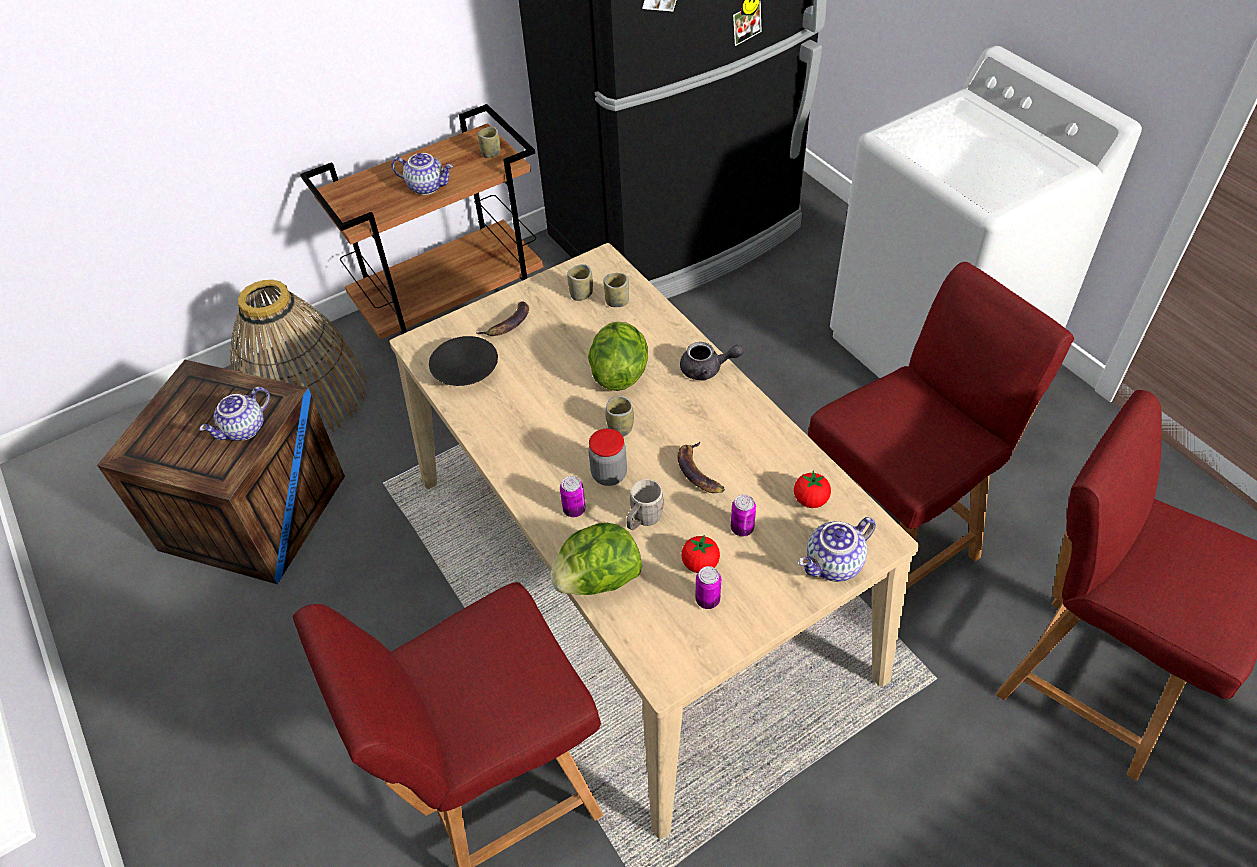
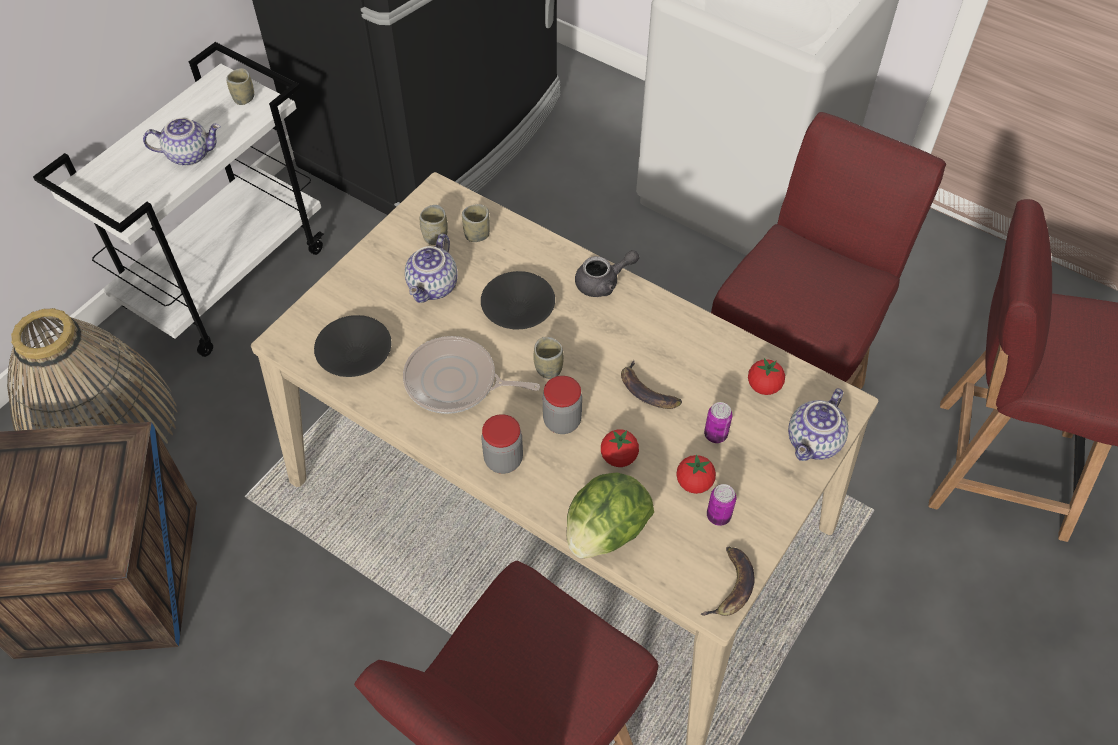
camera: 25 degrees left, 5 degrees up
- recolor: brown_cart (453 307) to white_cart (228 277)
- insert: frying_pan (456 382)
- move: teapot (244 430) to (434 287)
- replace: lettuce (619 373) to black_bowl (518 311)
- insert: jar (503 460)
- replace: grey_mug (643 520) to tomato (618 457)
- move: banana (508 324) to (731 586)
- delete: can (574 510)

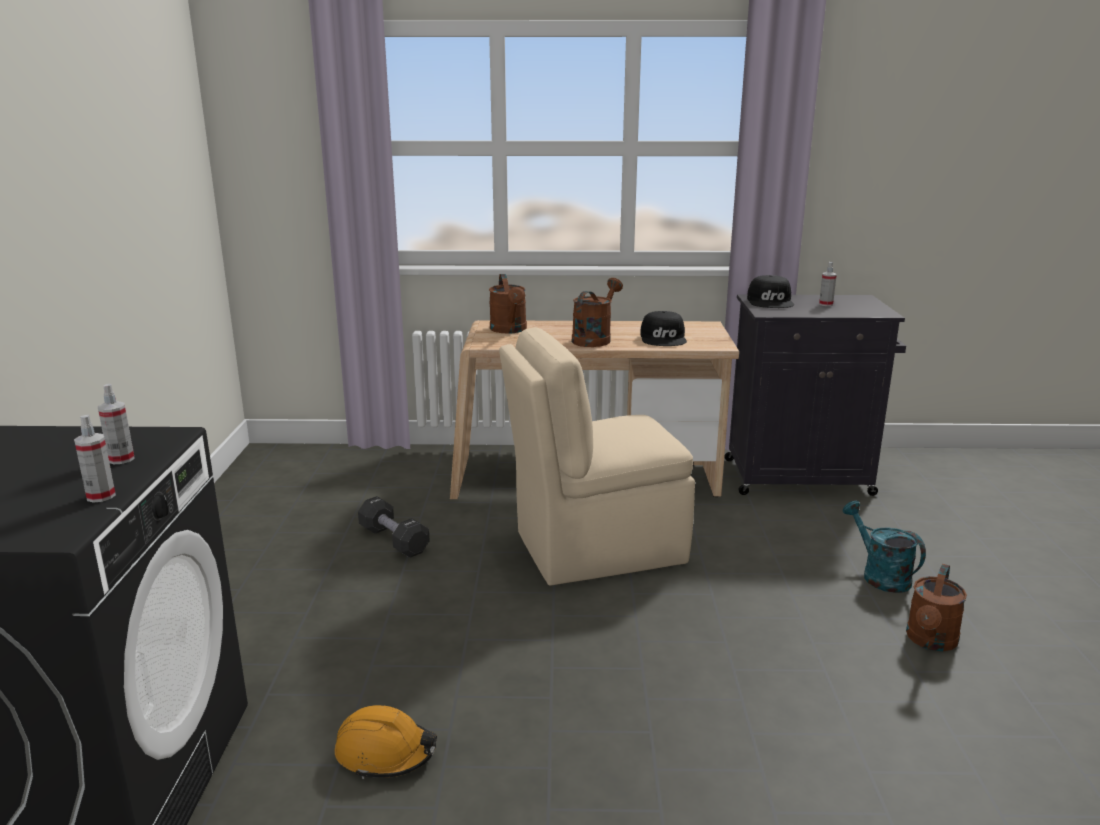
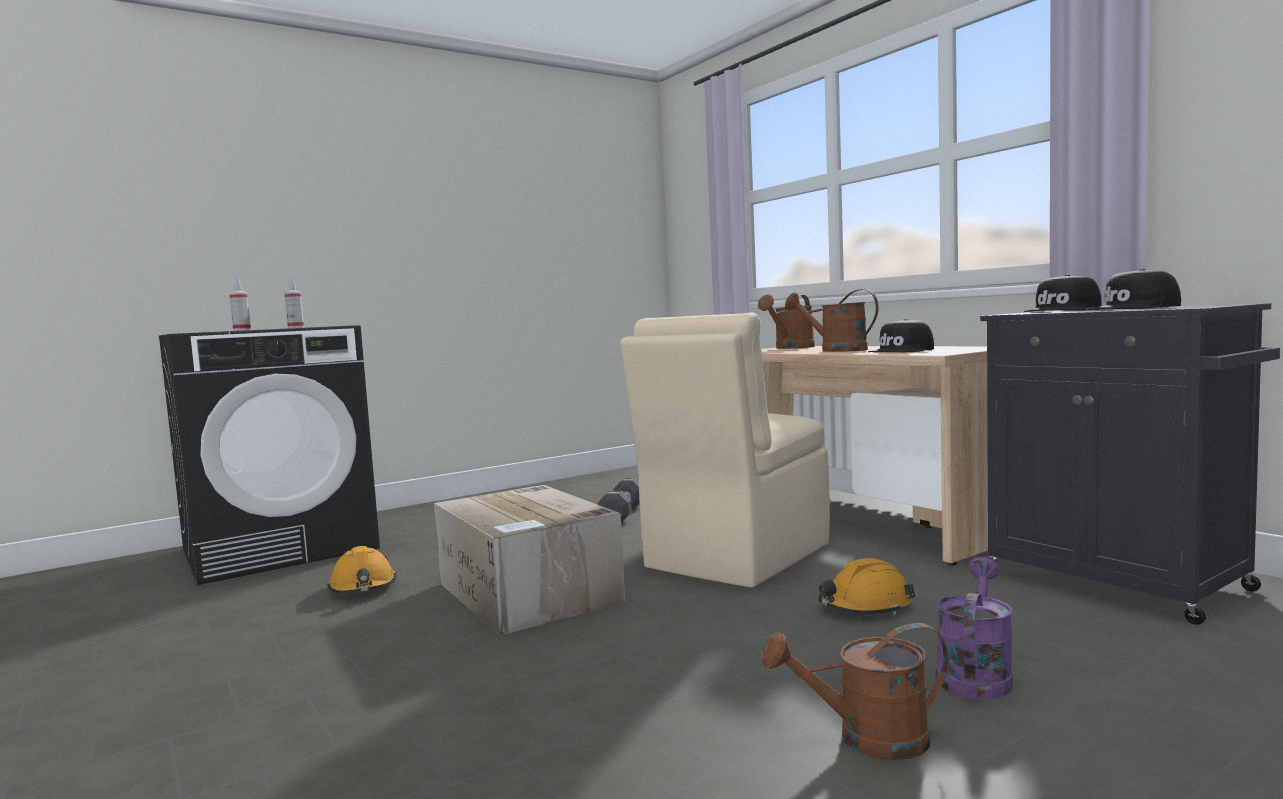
camera: 55 degrees right, 15 degrees down
- insert: cardboard_box (529 593)
- rotate: beige_chair (595 548) = (735 557) 90 degrees counterclockwise
- rotate: brown_watering_can (594 339) = (835 350) 135 degrees counterclockwise
- insert: orange_hard_hat (865 606)
- recolor: turquoise_watering_can (879 575) to purple_watering_can (974 674)
- replace: spray_bottle (825 304) to black_cap (1133 308)

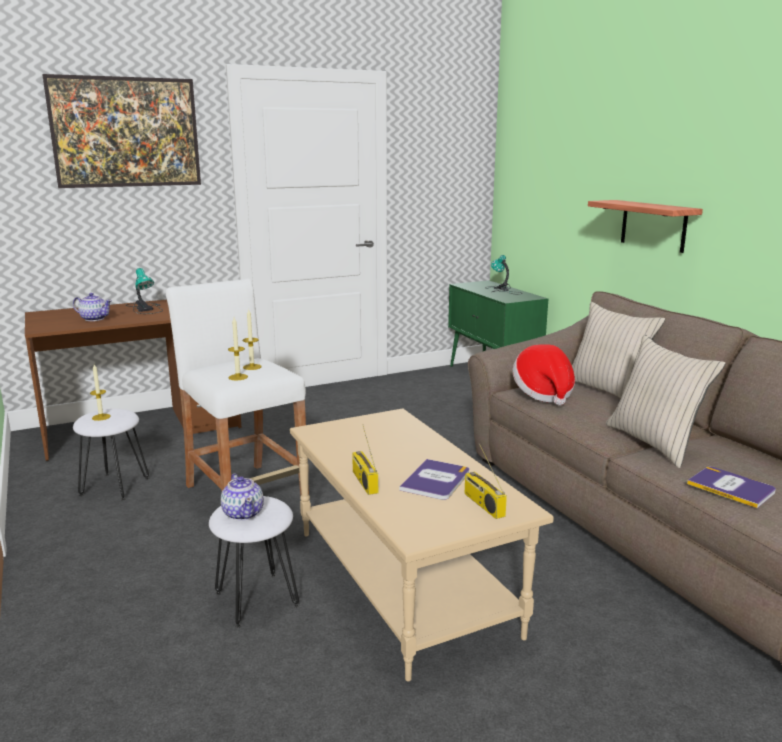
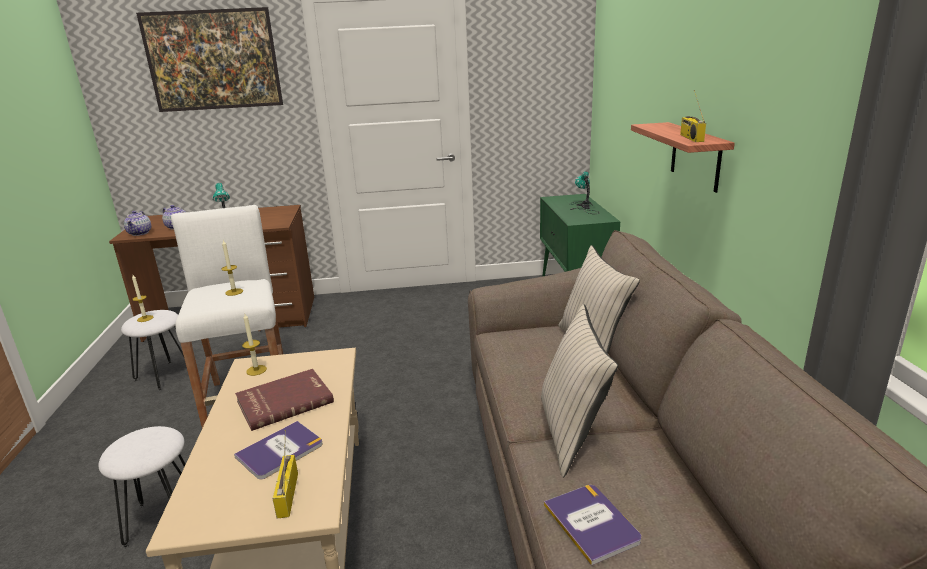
camera: 20 degrees right, 5 degrees up
- move: teapot (243 513) to (140 233)
- insert: red_book (284 401)
- move: candle (238 377) to (256 370)
- move: radio (363 481) to (690 138)
- delete: hat (543 393)

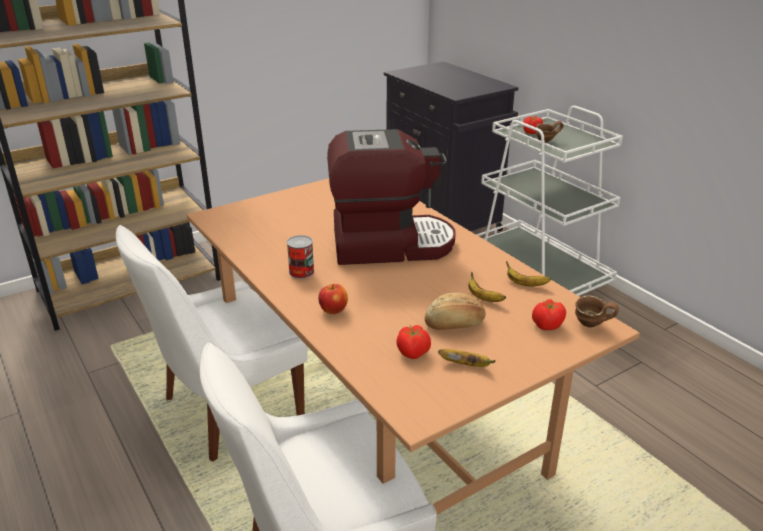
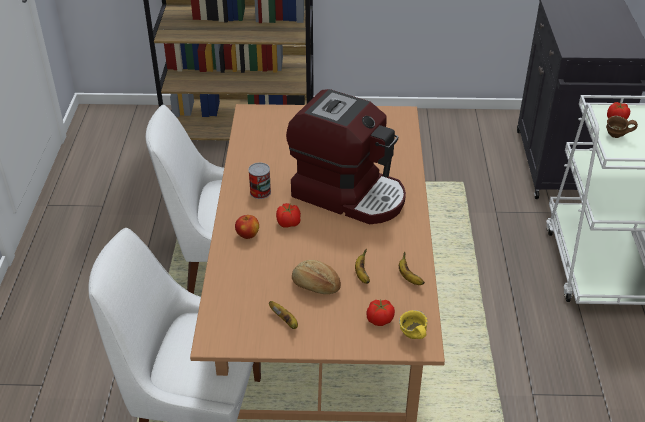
camera: 35 degrees right, 10 degrees up
- move: tomato (413 353) to (289 223)
- recolor: brown_mug (590 326) to yellow_mug (412 337)

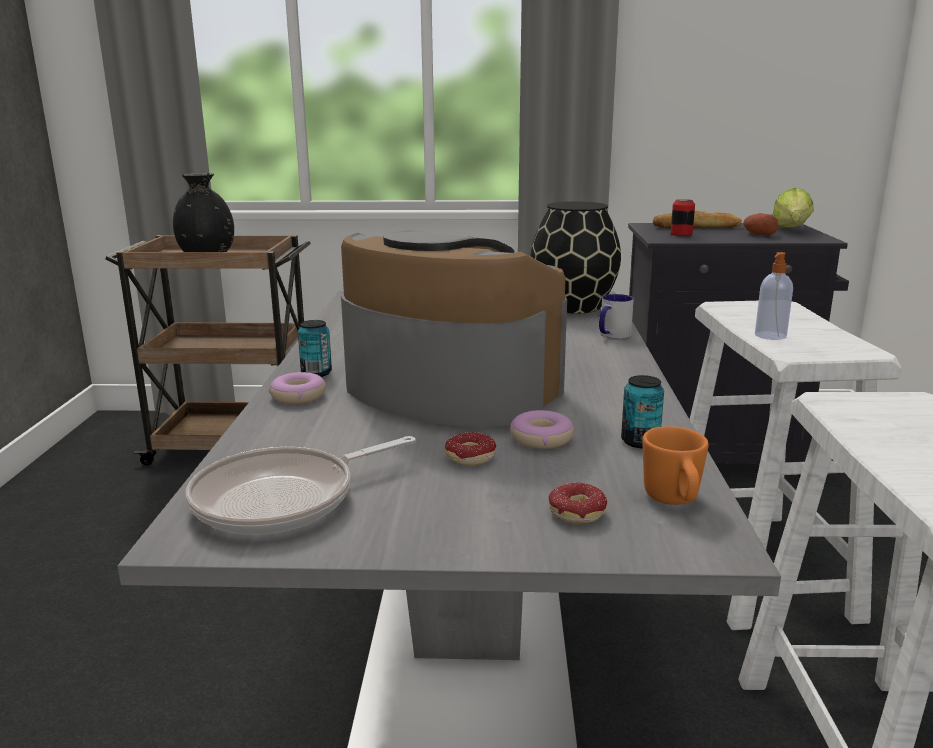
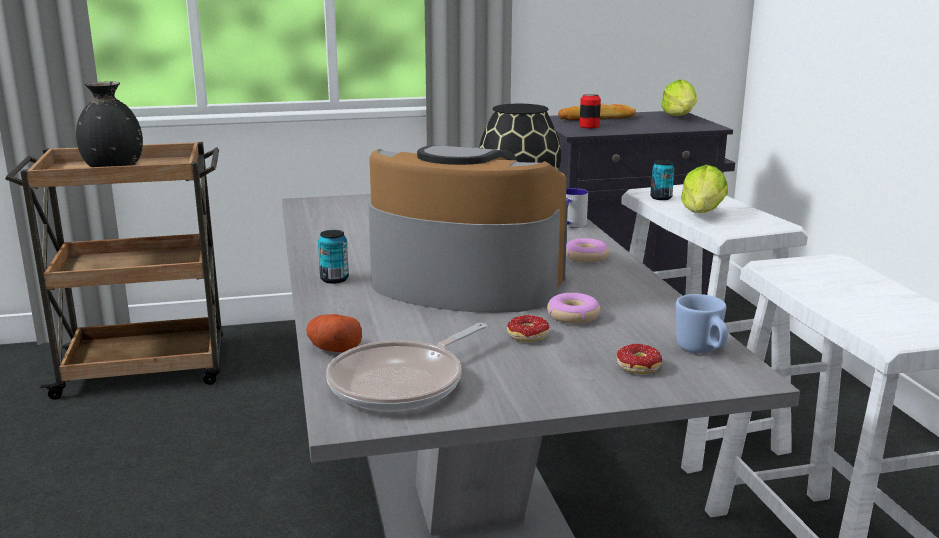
camera: 15 degrees left, 0 degrees up
- move: potato (758 234) to (333 348)
- move: donut (298 396) to (586 257)
- move: can (640 441) to (661 198)
- recolor: orange_mug (674 501) to blue_mug (702 351)
- replace: soap_dispenser (770 336) to lettuce (699 216)

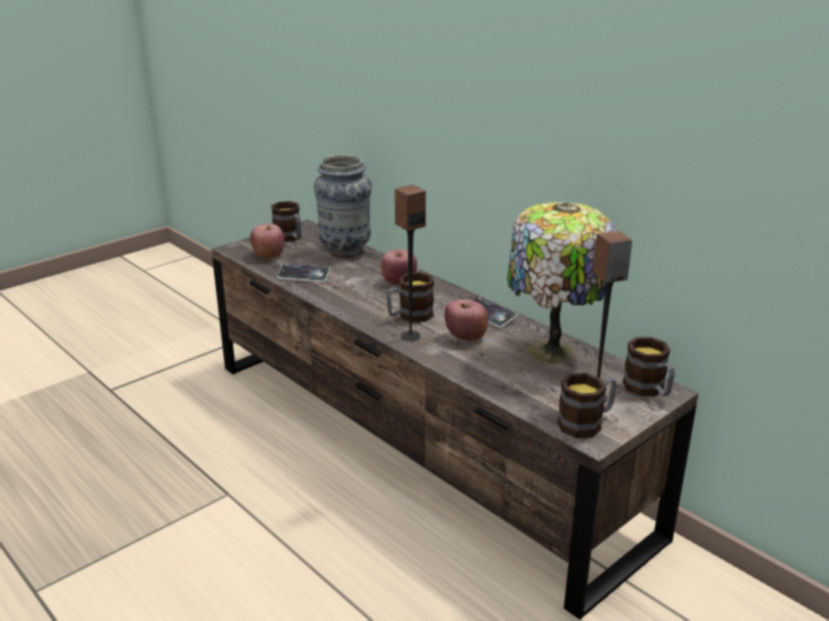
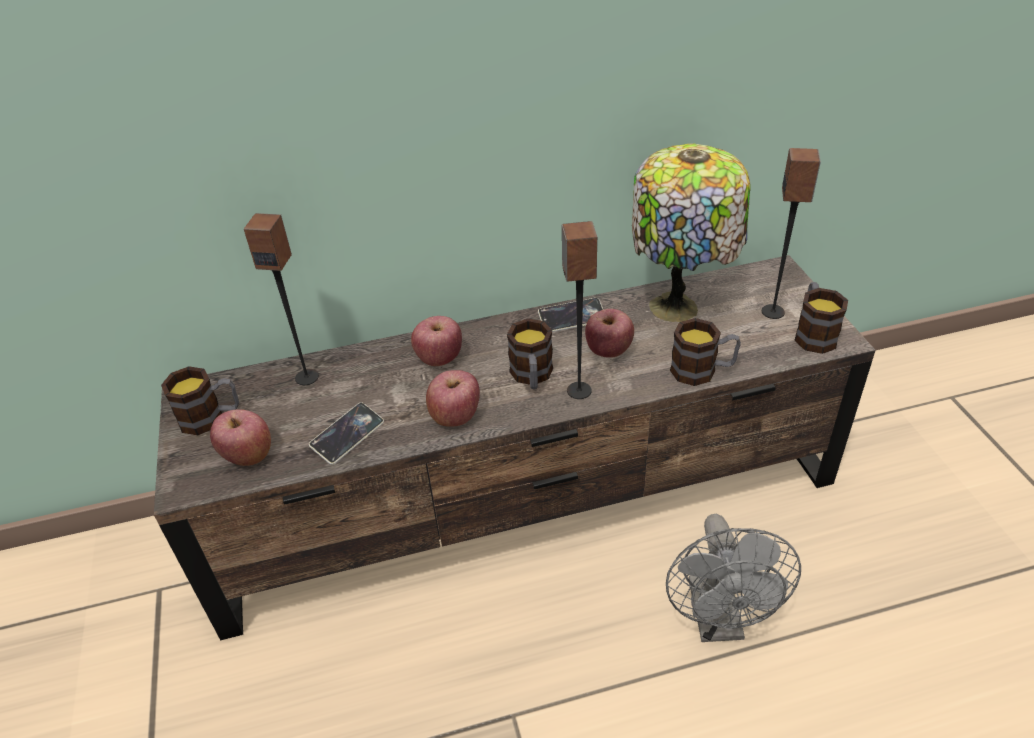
camera: 60 degrees left, 15 degrees up
- replace: vase (345 251) to speaker (307 377)
- insert: apple (455 416)
- insert: grey_fan (719 621)
- move: mug (649 390) to (702 370)

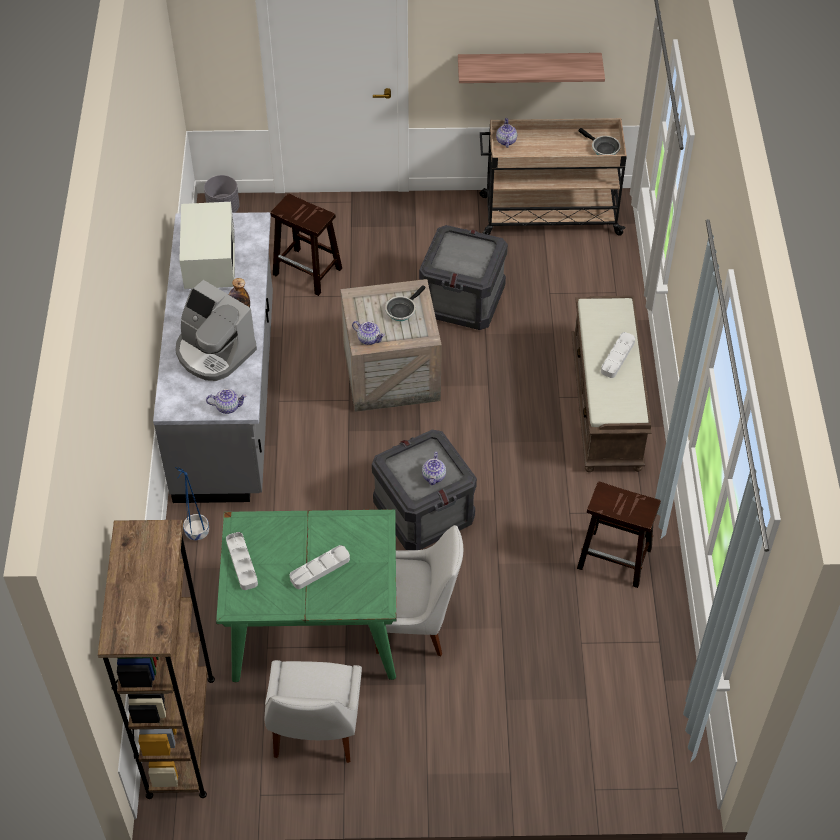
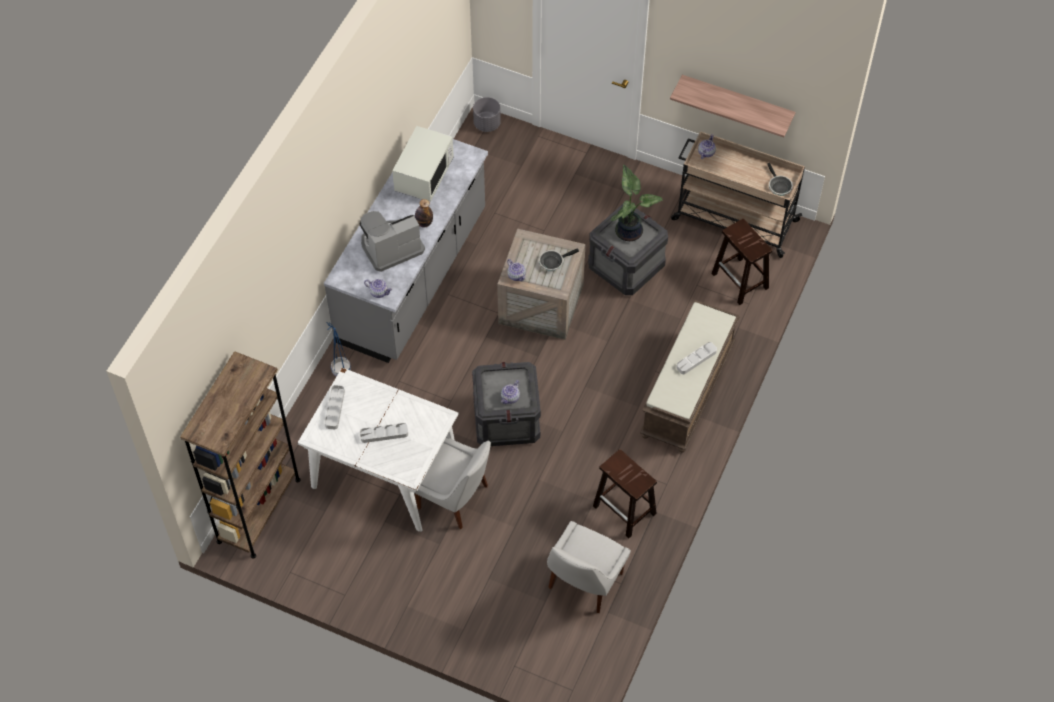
camera: 25 degrees right, 5 degrees up
- recolor: green_dining_table (313 629) to white_dining_table (384 474)
- rotate: coffee_machine (214 352) = (391 247) 90 degrees clockwise
- move: white_chair (315 733) to (584 583)
- insert: potted_plant (630 230)
- move: brown_stool (308 272) to (740 281)

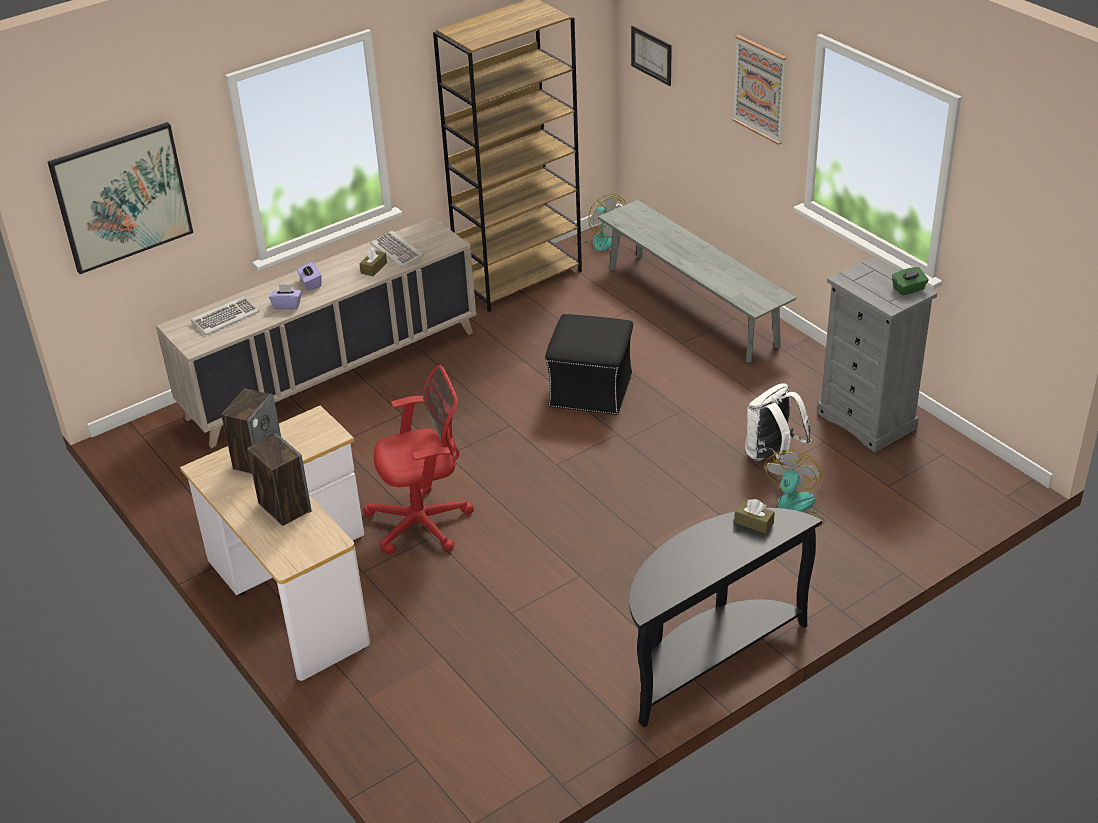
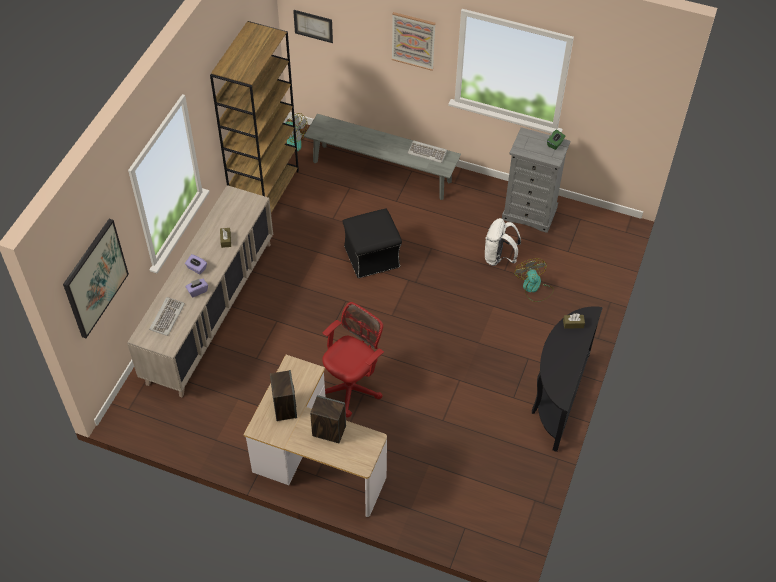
camera: 35 degrees left, 15 degrees up
- move: keyboard (397 251) to (427 152)

